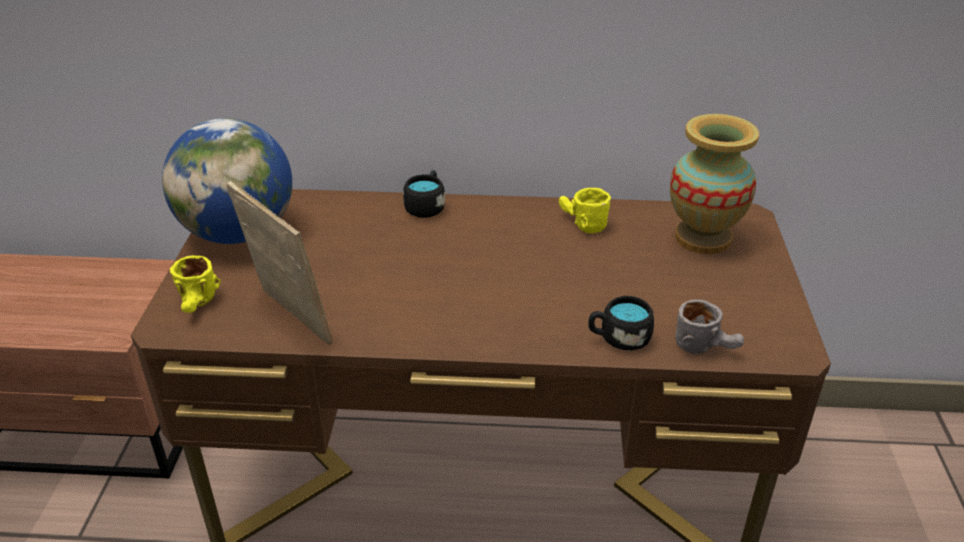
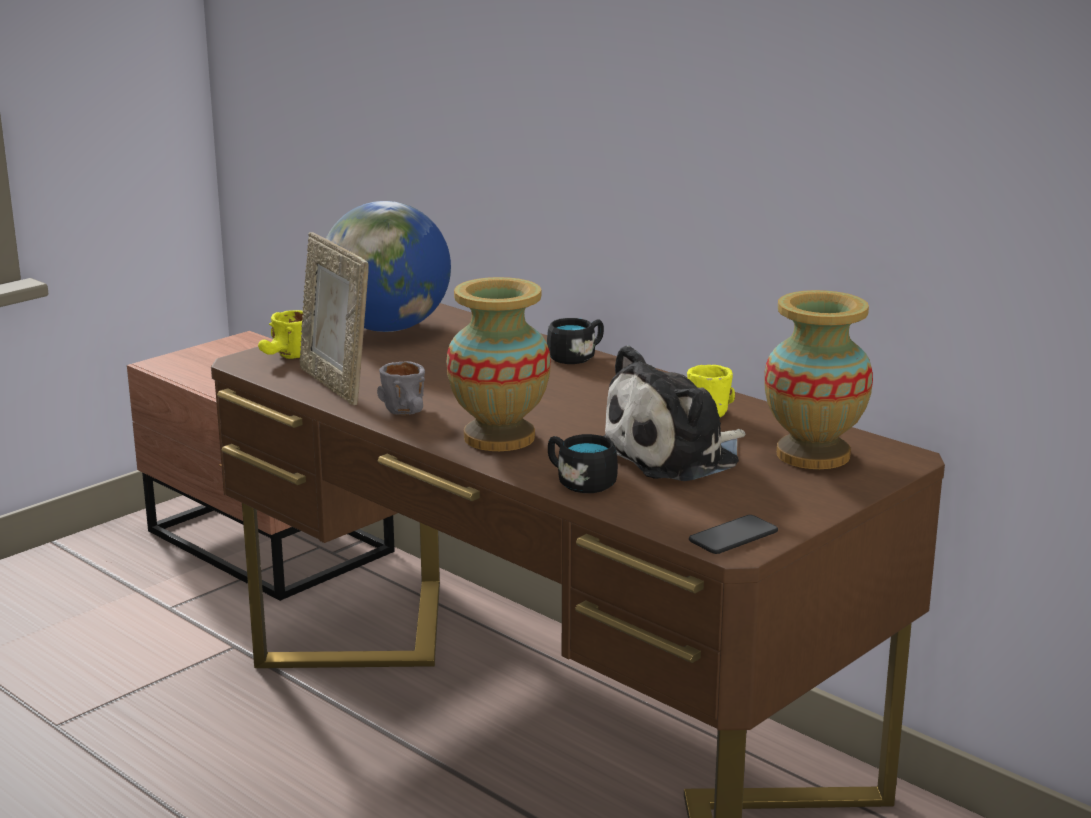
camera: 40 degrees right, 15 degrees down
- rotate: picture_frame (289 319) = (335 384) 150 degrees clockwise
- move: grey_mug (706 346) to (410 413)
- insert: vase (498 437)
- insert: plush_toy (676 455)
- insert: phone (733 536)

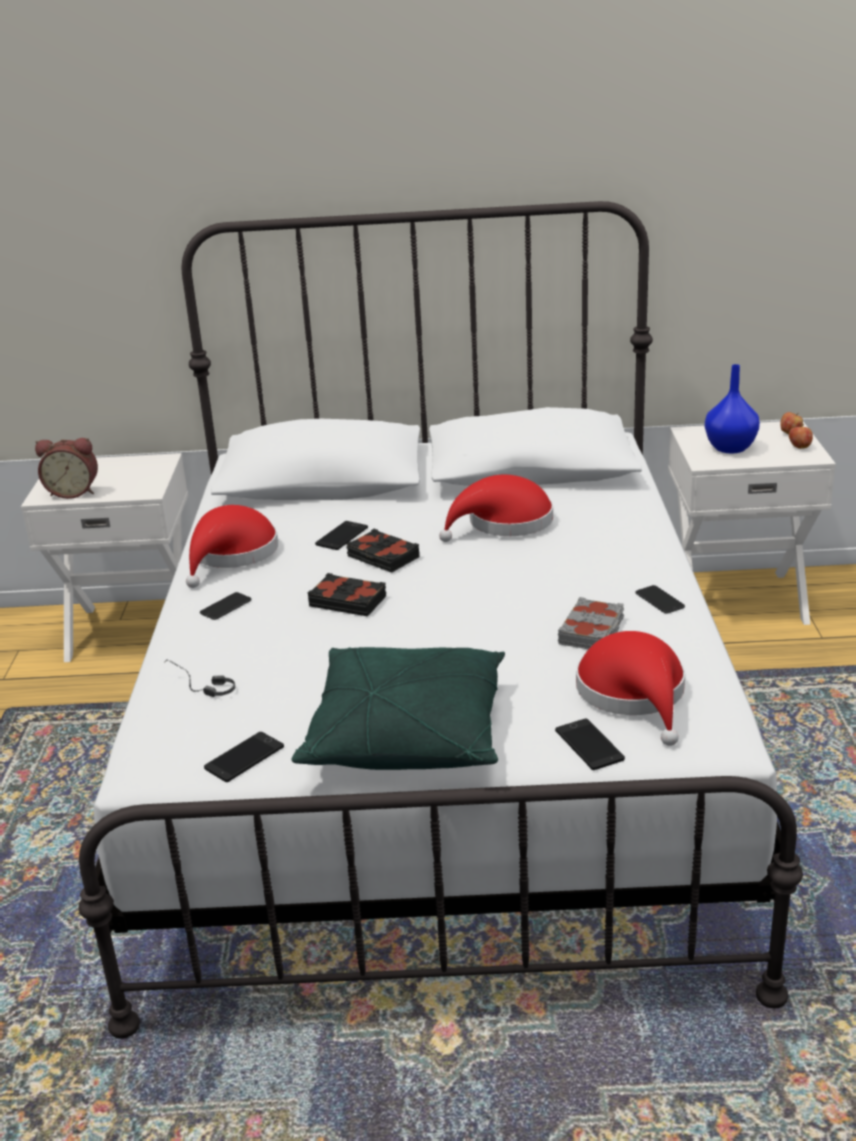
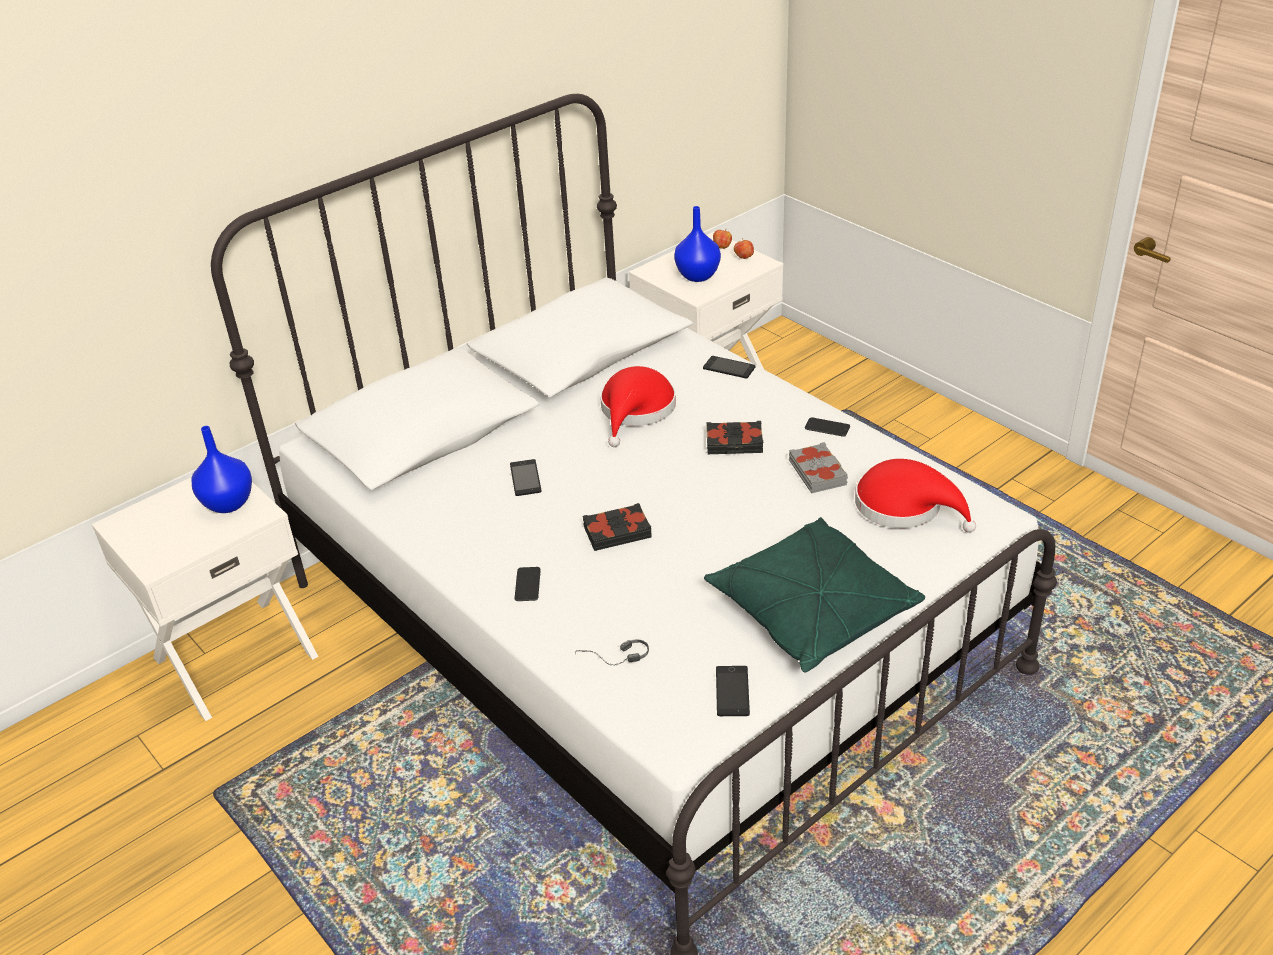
camera: 40 degrees left, 10 degrees up
- insert: blue_vase (228 504)
- move: phone (589 745) to (729 368)
- move: black_book (382 557) to (734 443)
- delete: alarm_clock (74 492)
- delete: red_hat (232 555)

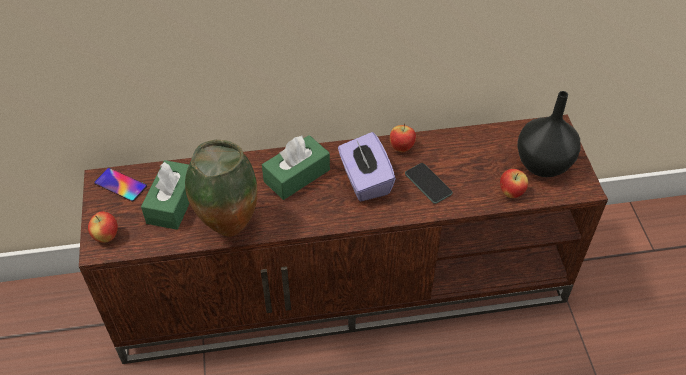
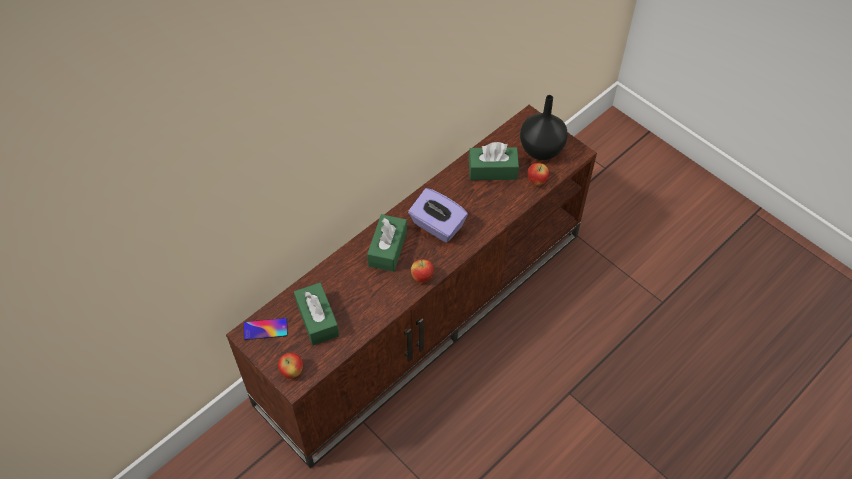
camera: 35 degrees left, 5 degrees up
- move: apple (401 148) to (422 277)
- insert: green_tissue_box (492 170)
- delete: vase (228 227)
- delete: phone (428 183)

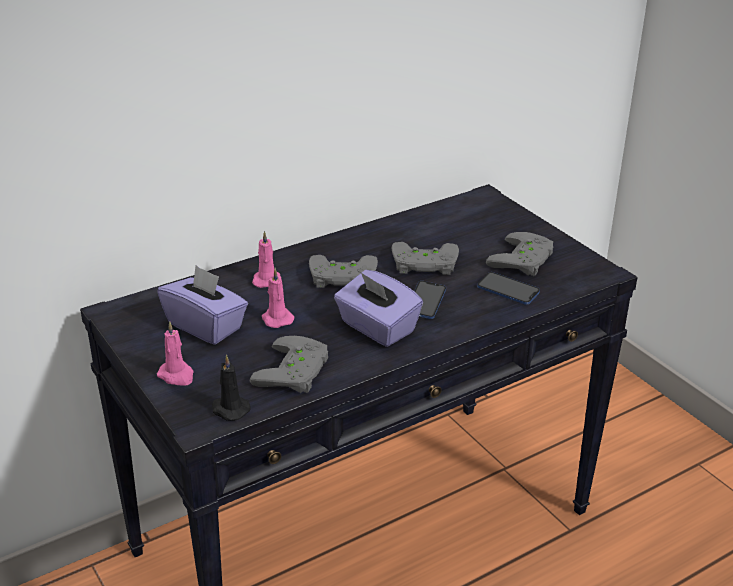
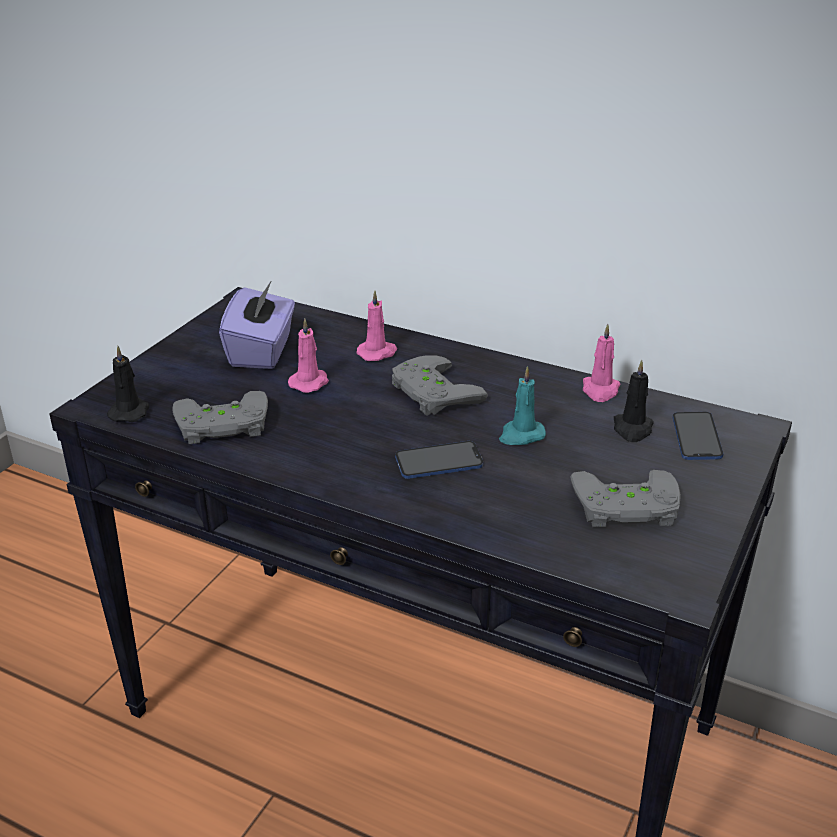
camera: 60 degrees right, 0 degrees up
- replace: grey_game_controller (424 264) to turquoise_candle (521 435)
- move: pink_candle (177 376) to (600 390)
- insert: black_candle (632 429)
- move: phone (508 290) to (696 438)
- delete: purple_tissue_box (377 328)

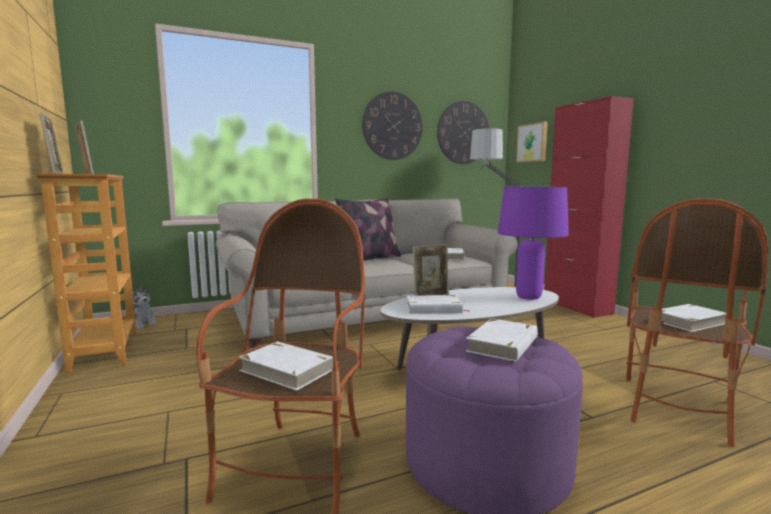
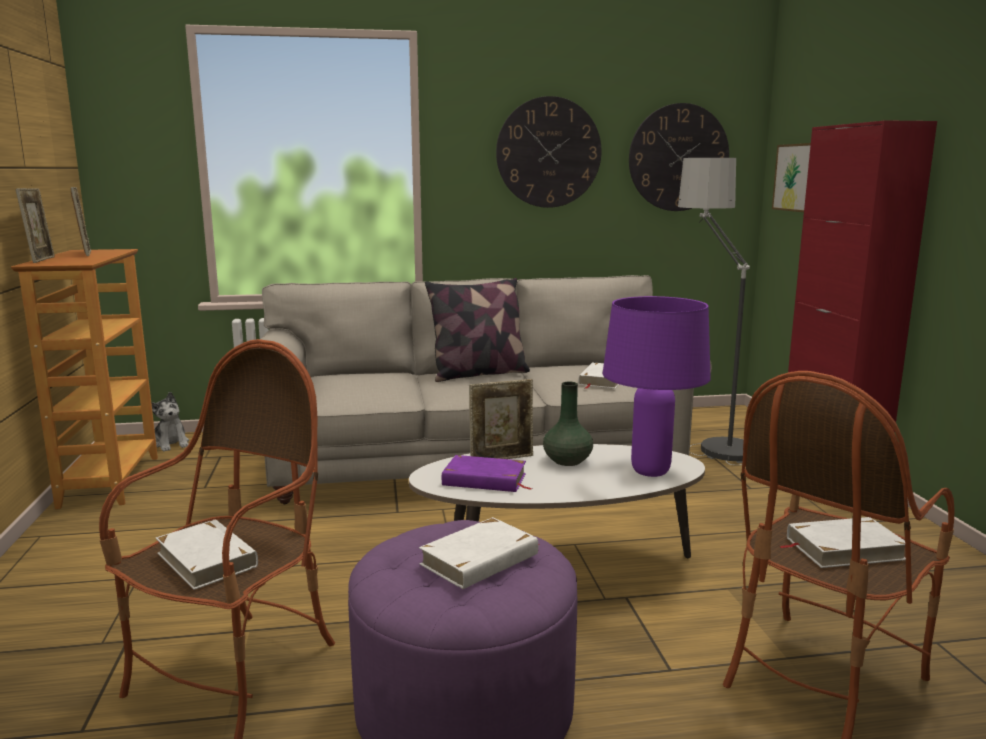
camera: 15 degrees right, 5 degrees up
- recolor: white_book (433 309) to purple_book (484 480)
- insert: green_vase (568 461)

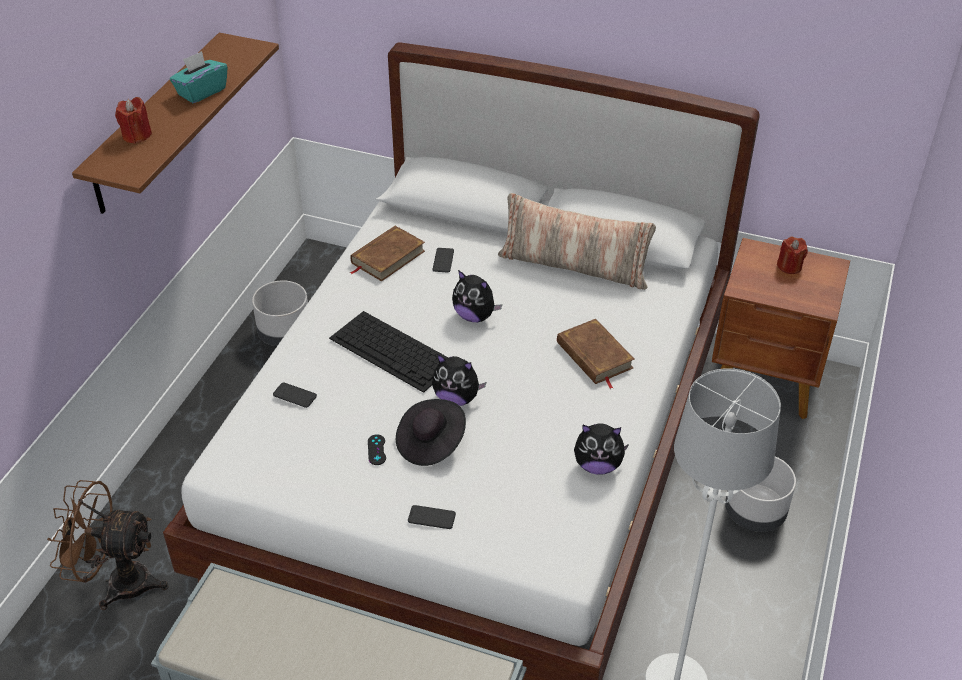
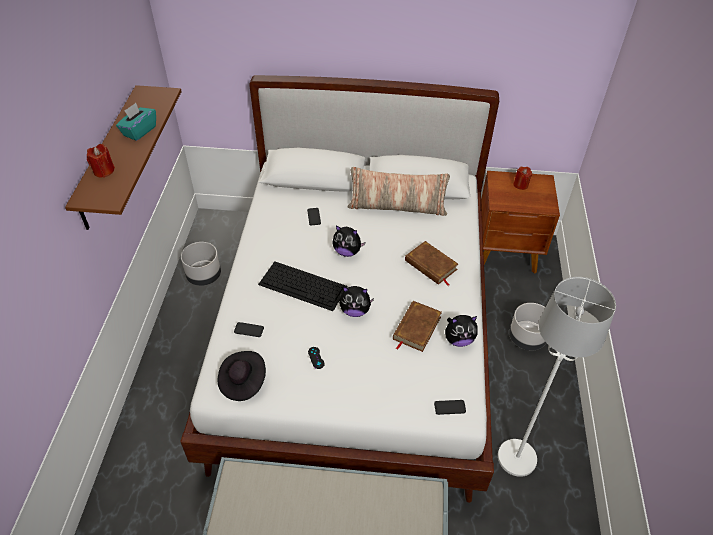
camera: 15 degrees left, 5 degrees up
- move: black_hat (430 443) to (242 382)
- move: brown_book (387 257) to (416 328)
- move: phone (431 517) to (450 407)
- delete: brown_fan (118 582)

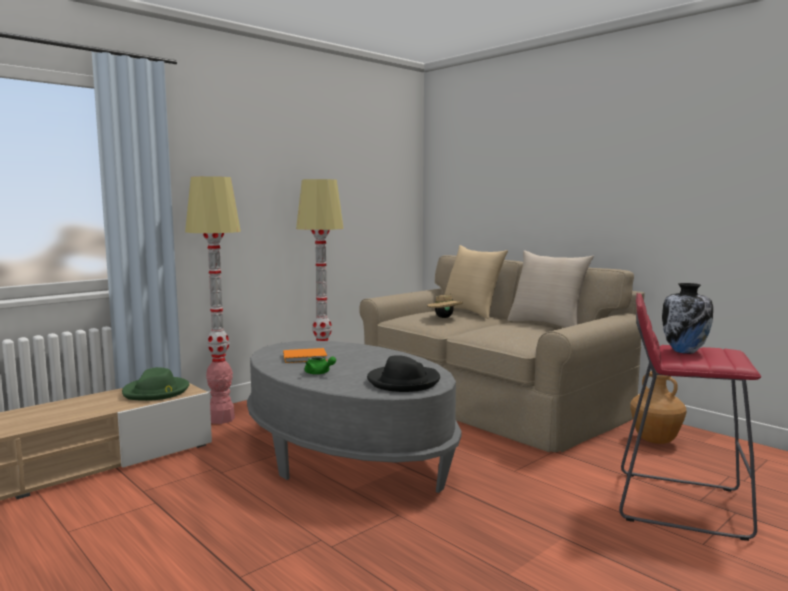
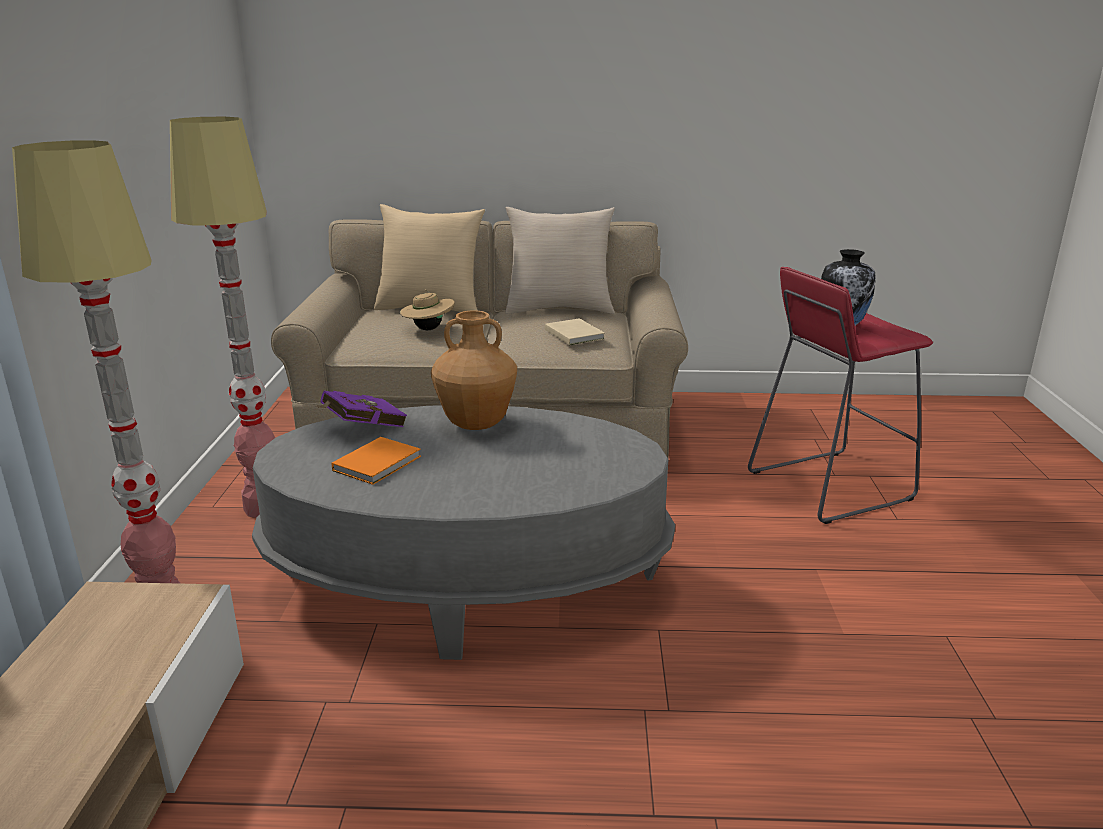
camera: 45 degrees left, 15 degrees up
- insert: purple_book (361 428)
- move: brown_vase (656 441) to (477 424)
- insert: beige_book (574 334)
- delete: green_hat (156 391)
- delete: green_teapot (319 373)
- delete: black_hat (403 382)

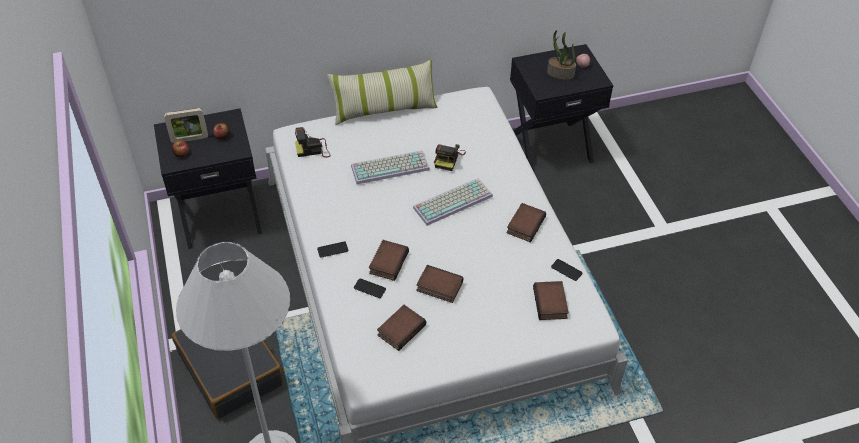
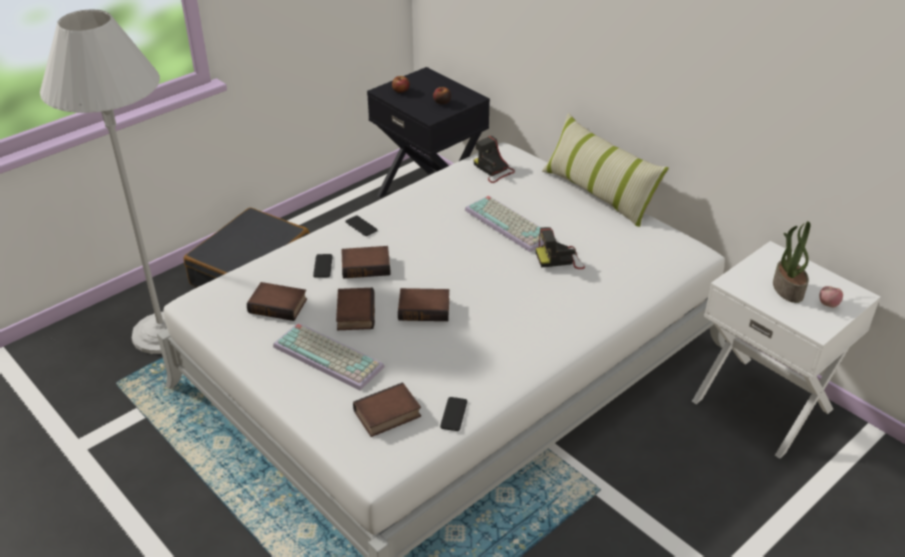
camera: 65 degrees right, 10 degrees down
- move: keyboard (453 200) to (330 356)
- move: book (525 224) to (425 308)
- recolor: black_nightstand (550 147) to white_nightstand (763 404)
- delete: picture_frame (189 139)

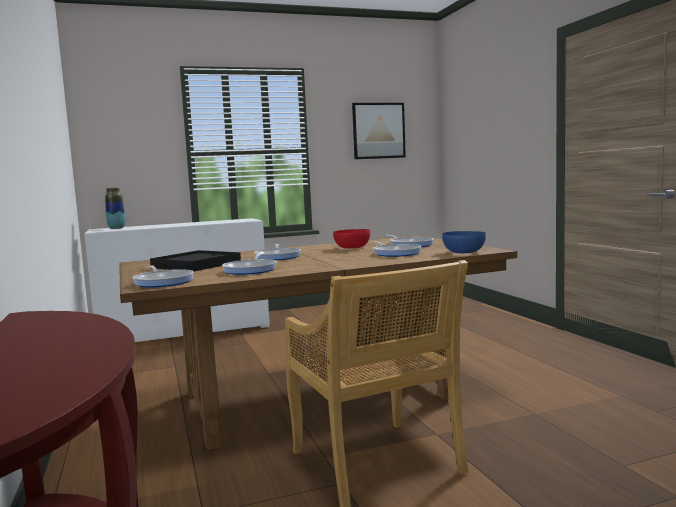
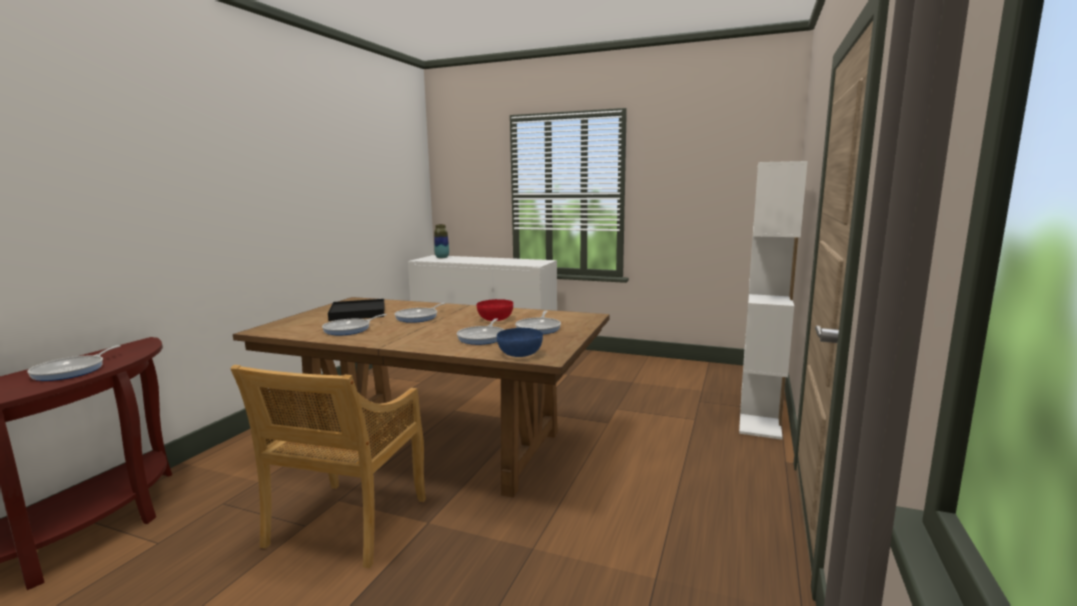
camera: 40 degrees right, 5 degrees up
- move: frying_pan (163 281) to (72 370)
- insert: white_bookcase (760 409)
- delete: picture (378 130)

